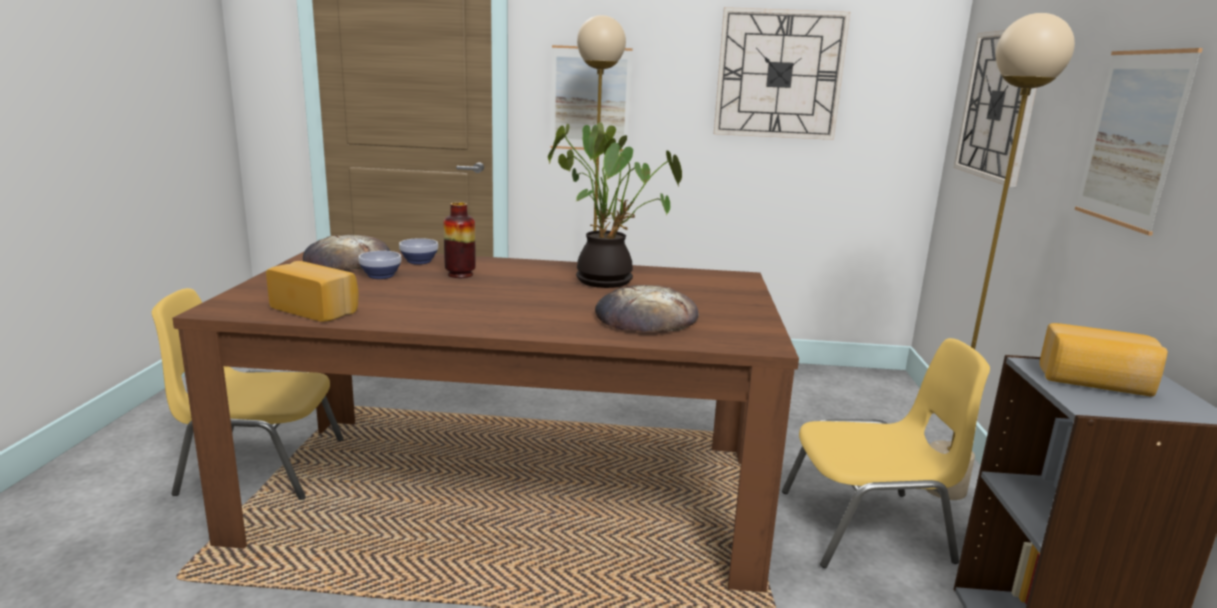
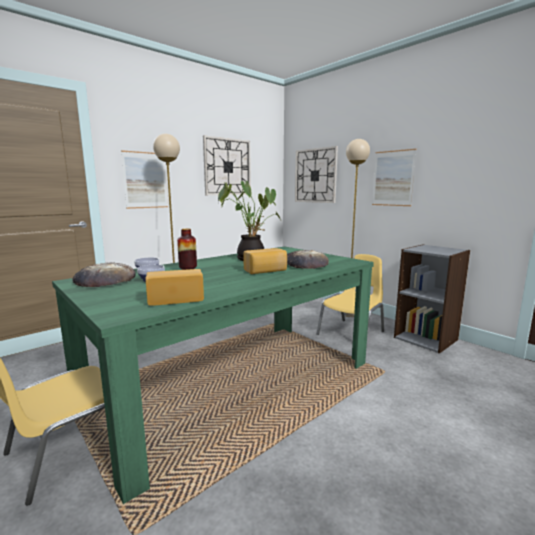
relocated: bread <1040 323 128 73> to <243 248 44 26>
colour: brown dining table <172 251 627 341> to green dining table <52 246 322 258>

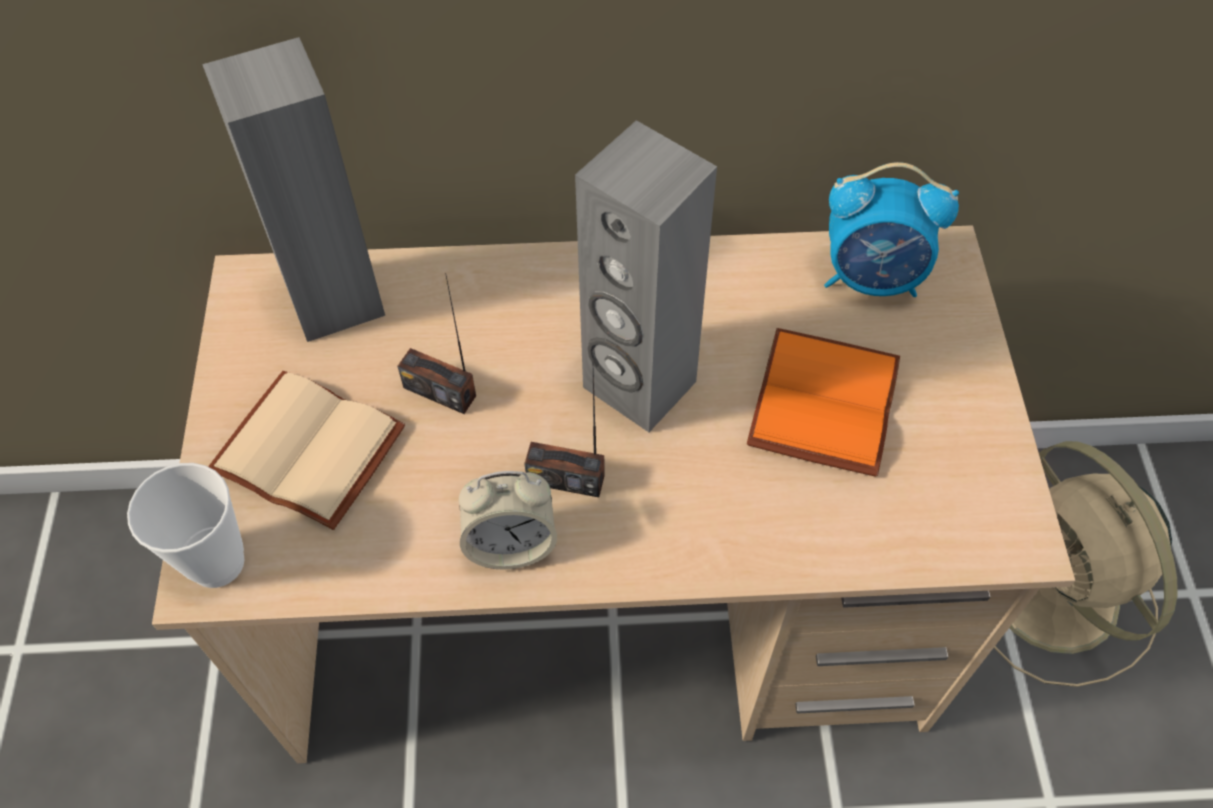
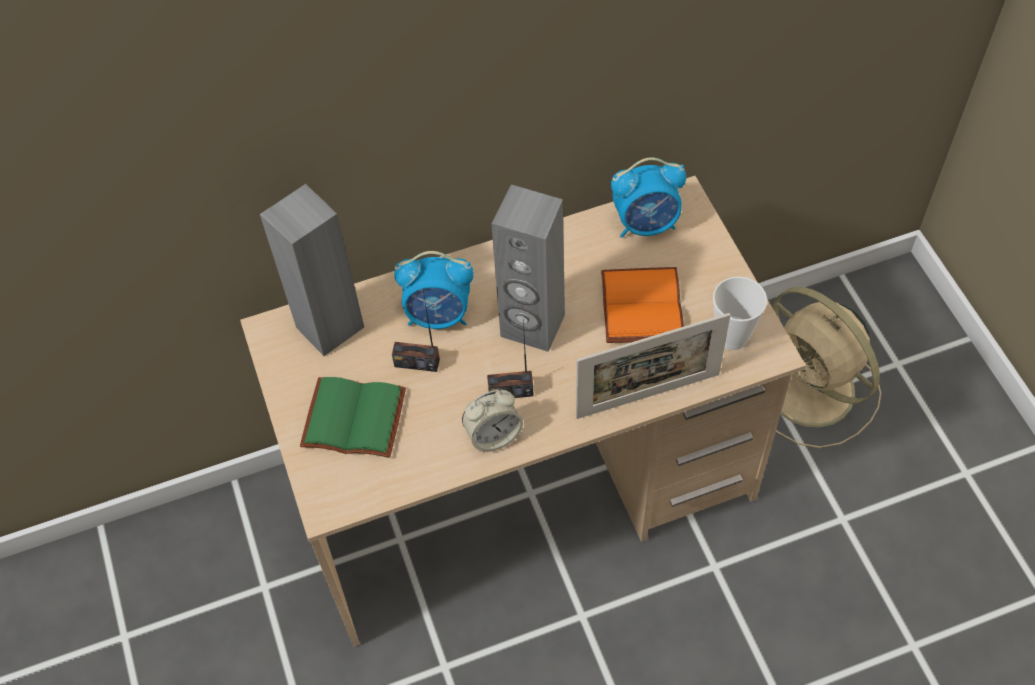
appeared: alarm clock <394 251 80 78>; picture frame <576 313 155 106>
relocated: cup <127 463 118 125> to <713 277 54 73>
colour: beige book <208 371 197 159> to green book <300 377 106 81>

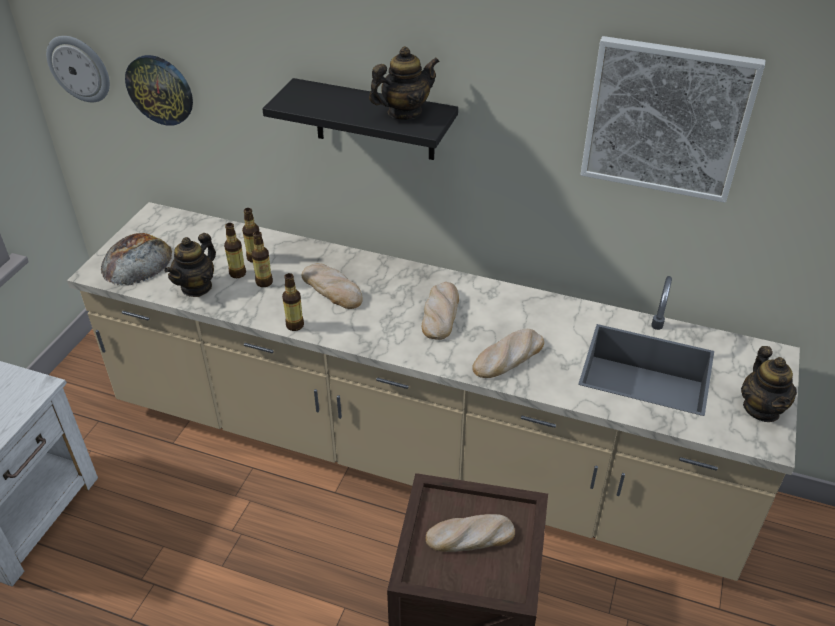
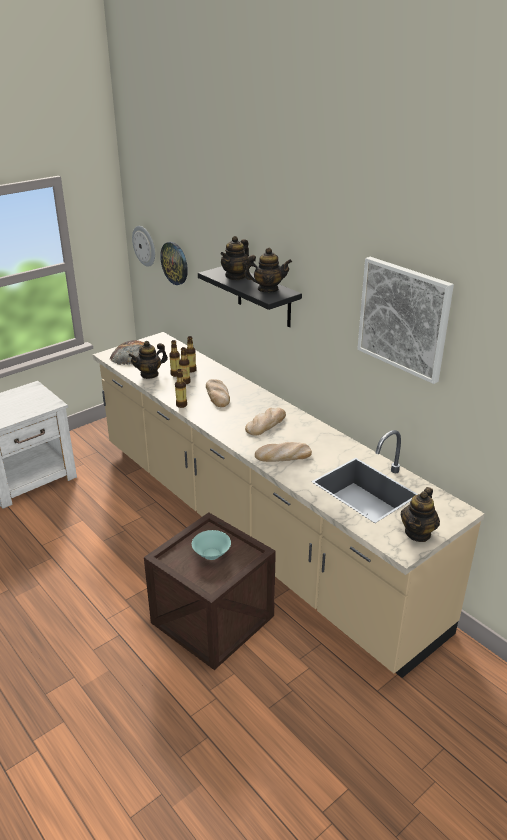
appeared: teapot <221 236 28 44>
exchanged: bread <426 514 89 38> to turquoise bowl <192 530 39 30>

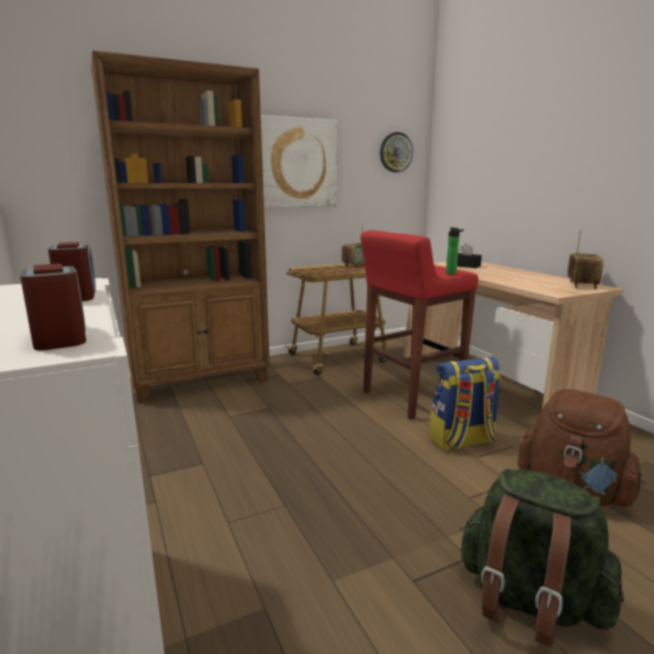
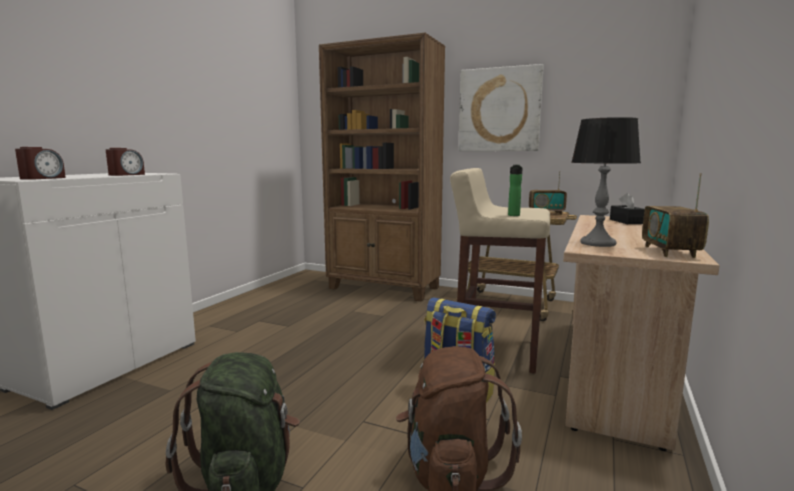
missing: wall clock <380 132 33 40>
appeared: table lamp <571 117 70 130>
colour: red stool <360 230 118 190> to beige stool <450 168 100 206>
spun: radio <567 229 37 60> = <642 173 67 85> 120 degrees clockwise

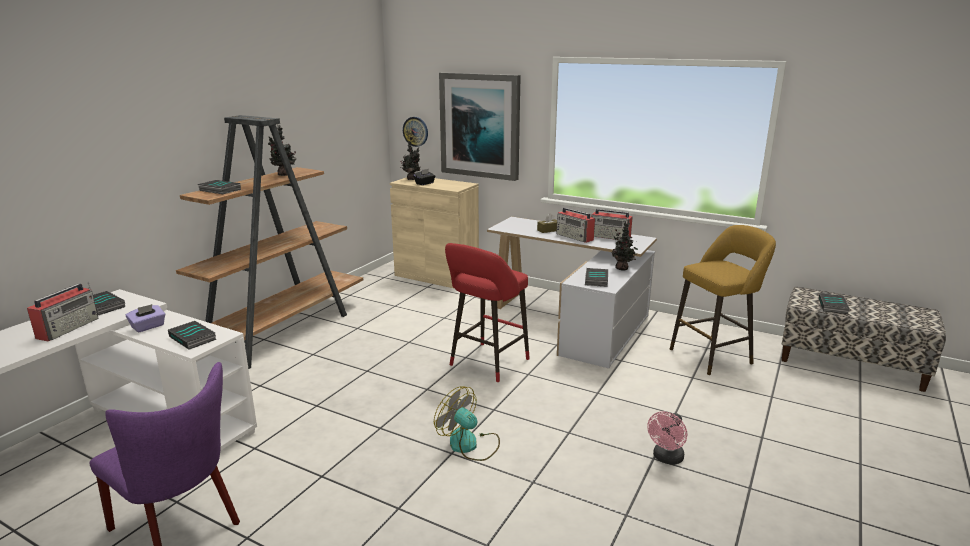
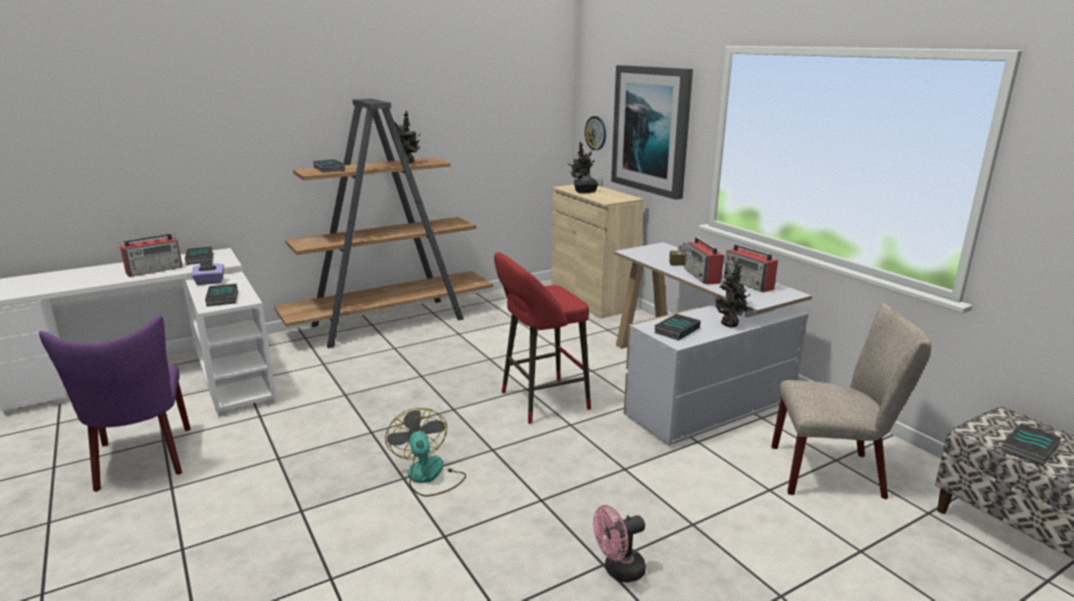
exchanged: yellow stool <670 225 106 150> to beige chair <771 303 160 197>

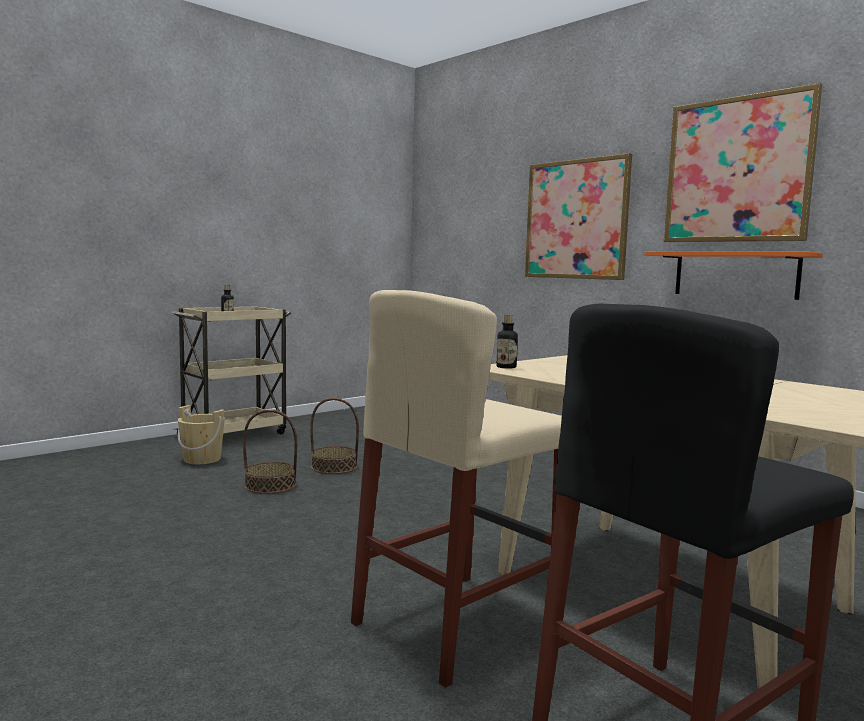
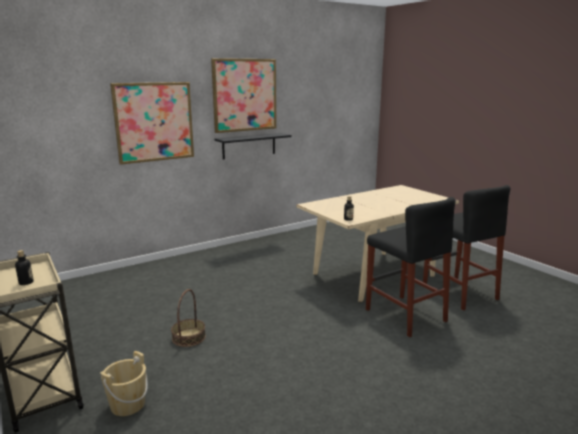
missing: basket <243 410 54 84>
colour: orange shelf <645 251 178 49> to black shelf <215 133 76 27>; beige stool <351 290 211 398> to black stool <366 197 90 140>

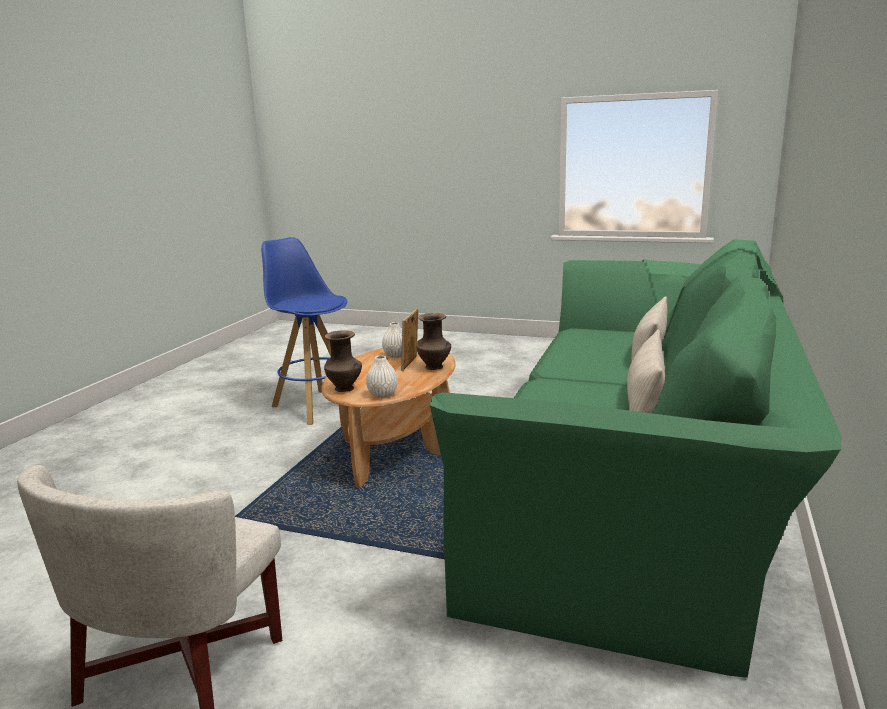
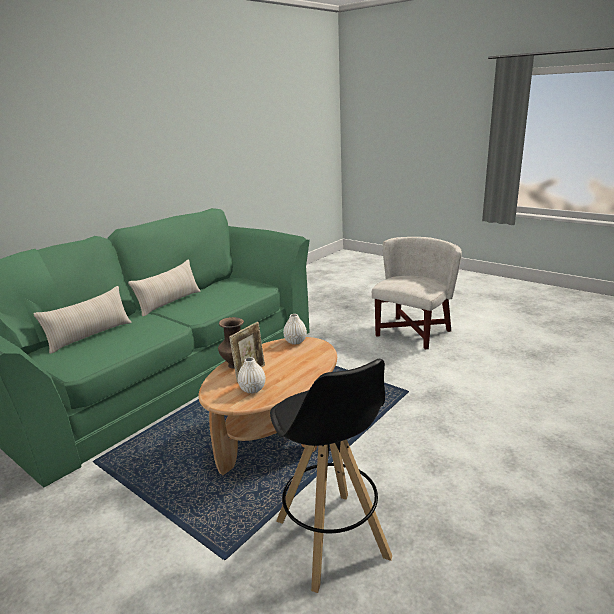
missing: brown vase <324 330 38 62>
colour: blue stool <261 237 100 188> to black stool <270 359 122 234>

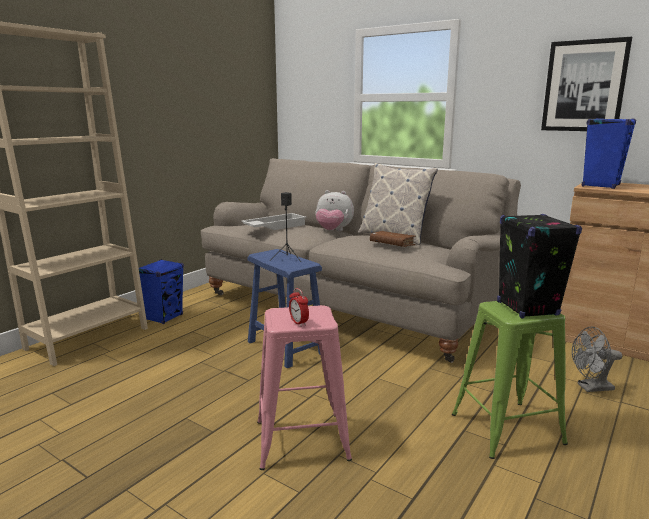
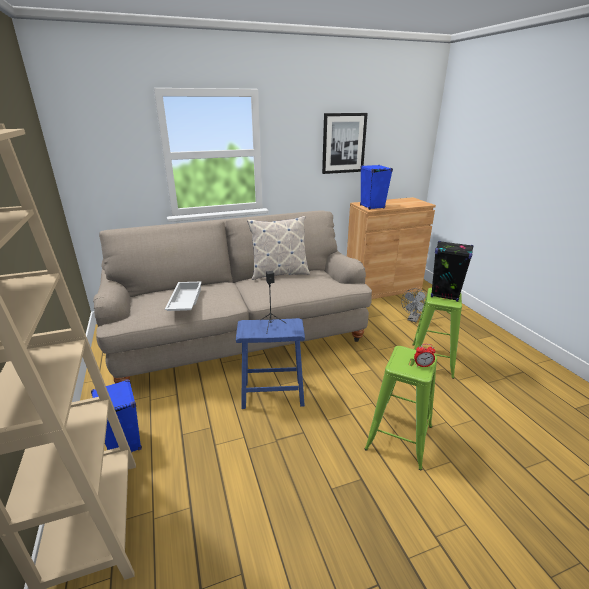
missing: plush toy <315 190 39 41>; brown book <370 231 46 16>
colour: pink stool <257 305 95 165> to green stool <364 346 73 125>

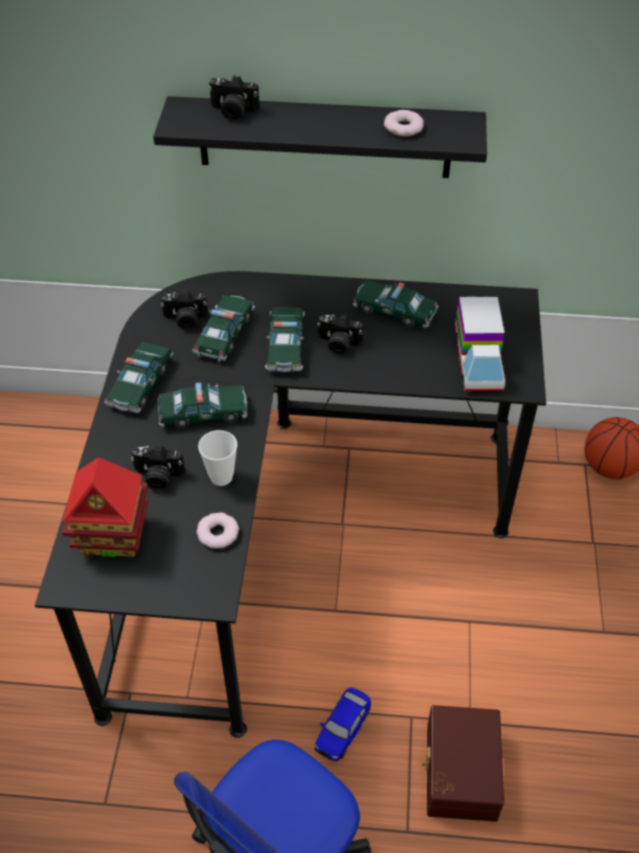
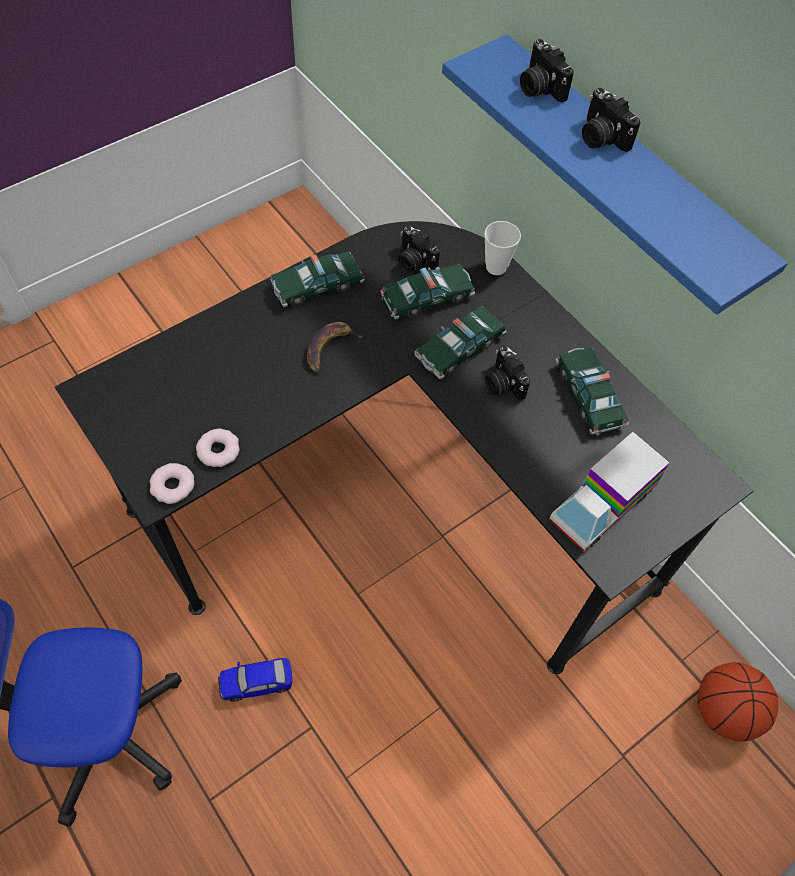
missing: toy house <62 458 86 100>; brown storage box <422 705 82 117>
relocated: donut <384 110 40 26> to <150 463 44 41>; cup <198 430 39 56> to <484 221 37 54>; photo camera <131 445 54 46> to <582 88 58 64>
exchanged: toy car <157 383 91 45> to banana <307 322 57 51>
colour: black shelf <153 96 334 82> to blue shelf <442 35 346 280>

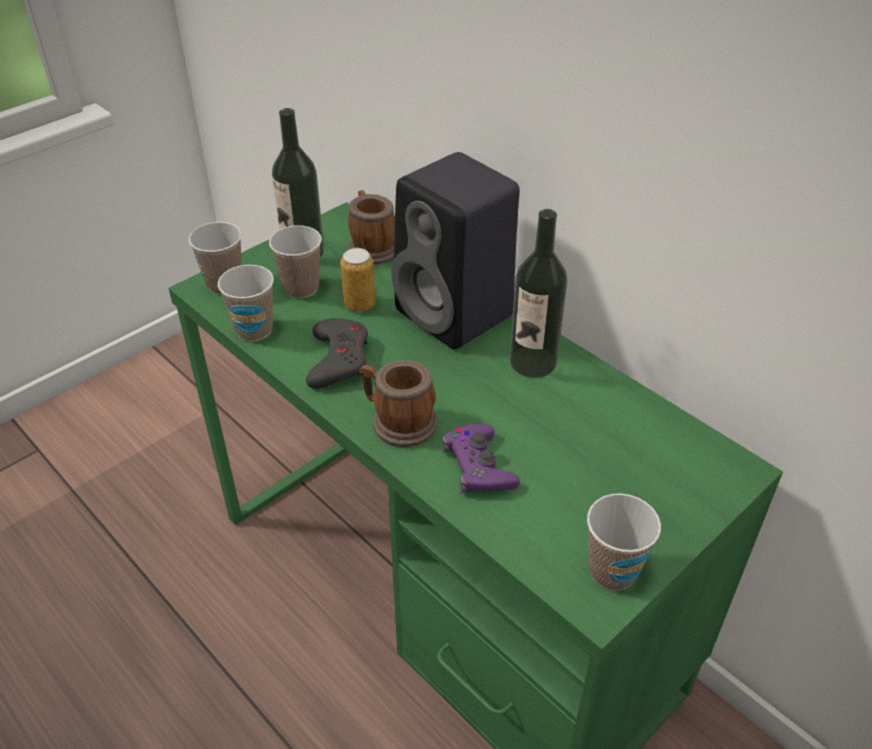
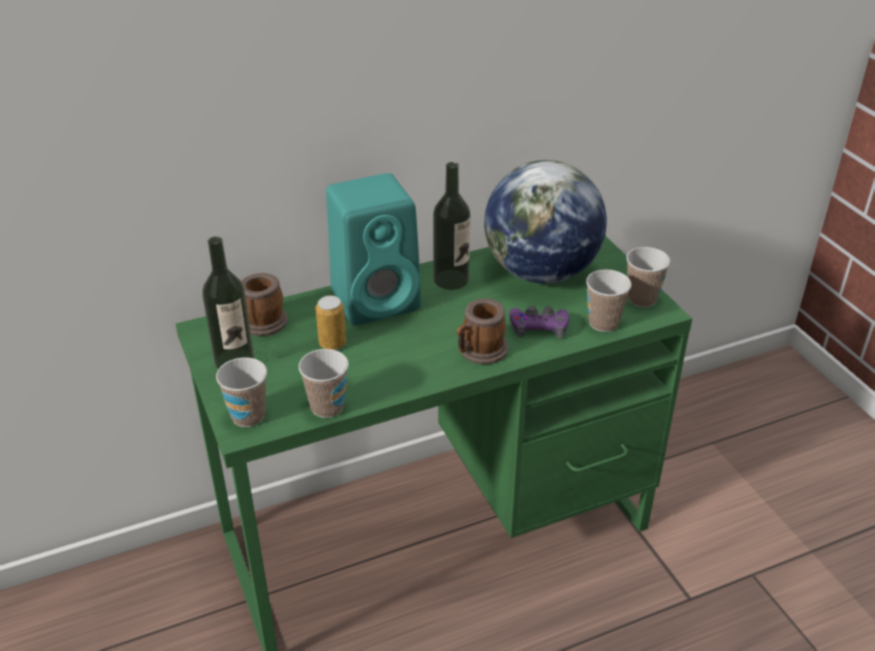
missing: grey game controller <306 318 62 71>
appeared: globe <484 160 123 124>
relocated: cup <269 225 53 74> to <586 269 46 63>
colour: black speaker <391 152 128 197> to turquoise speaker <326 173 95 152>

